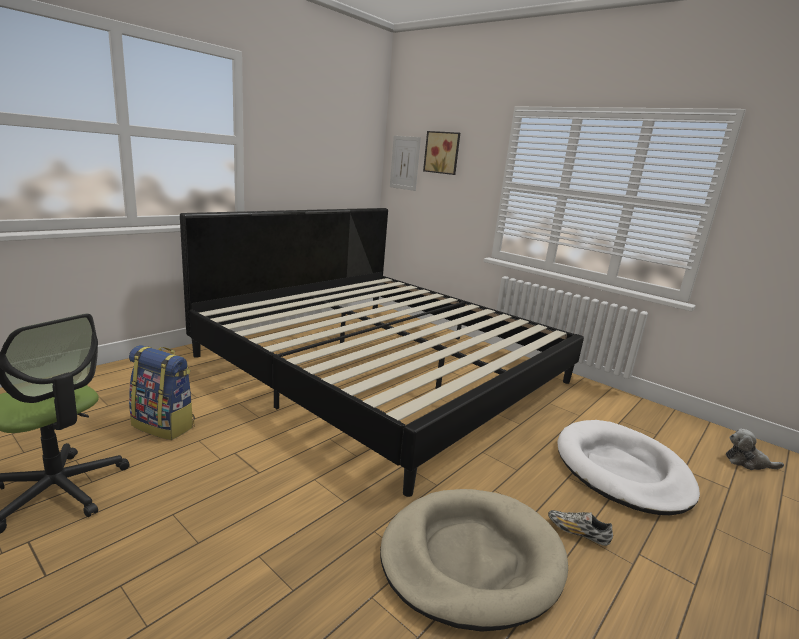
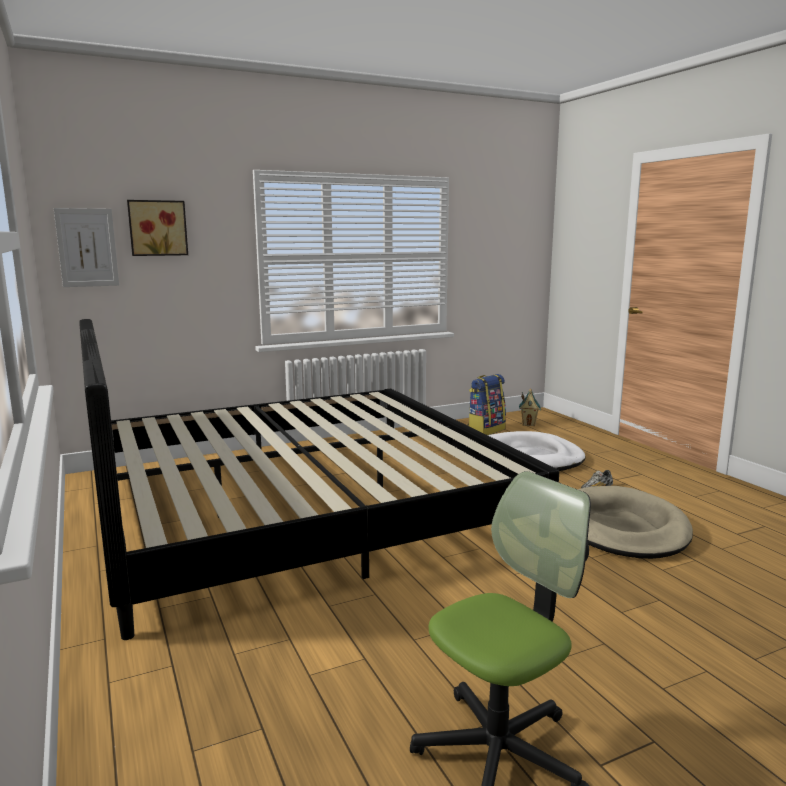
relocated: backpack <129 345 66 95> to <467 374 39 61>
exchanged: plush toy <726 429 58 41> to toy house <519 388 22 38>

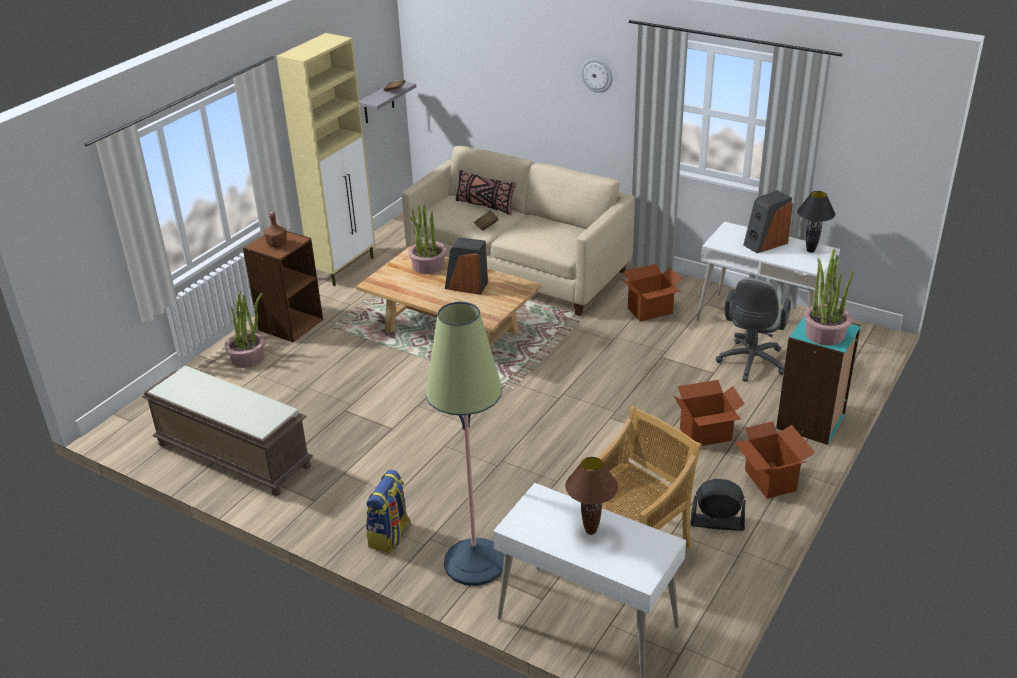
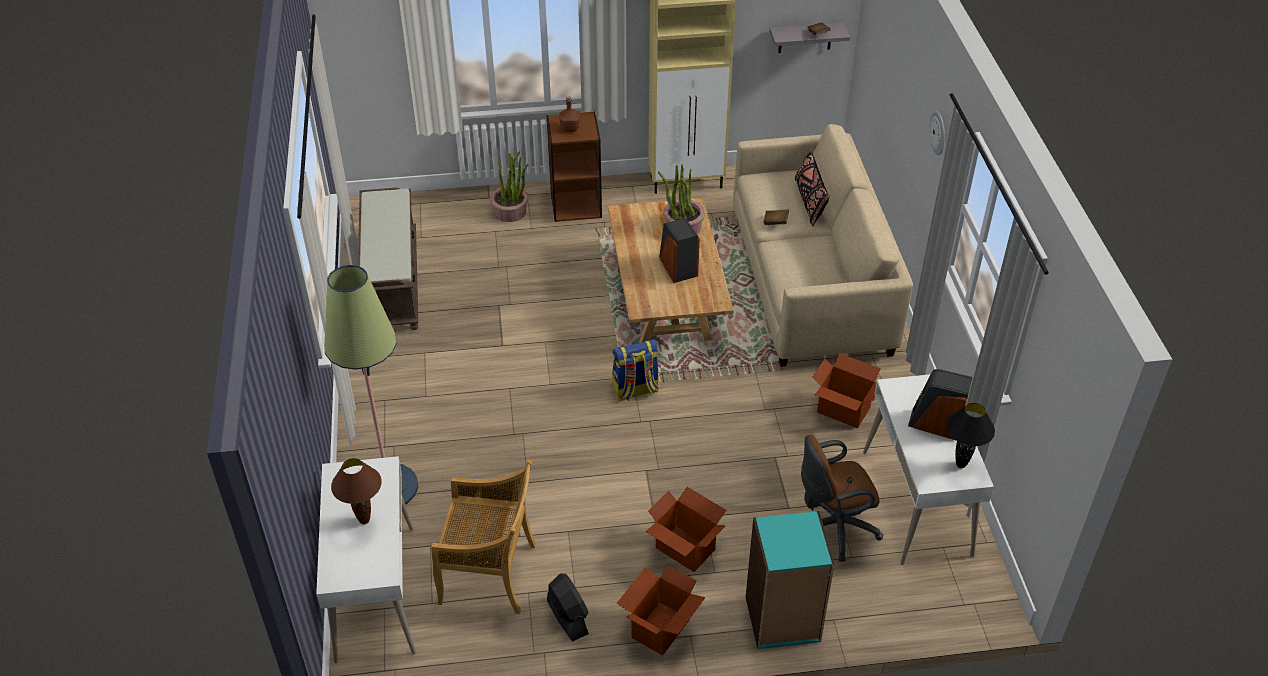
missing: potted plant <804 249 49 96>
relocated: backpack <366 470 45 83> to <612 339 47 62>
colour: grey office chair <716 278 75 104> to brown office chair <801 434 82 128>

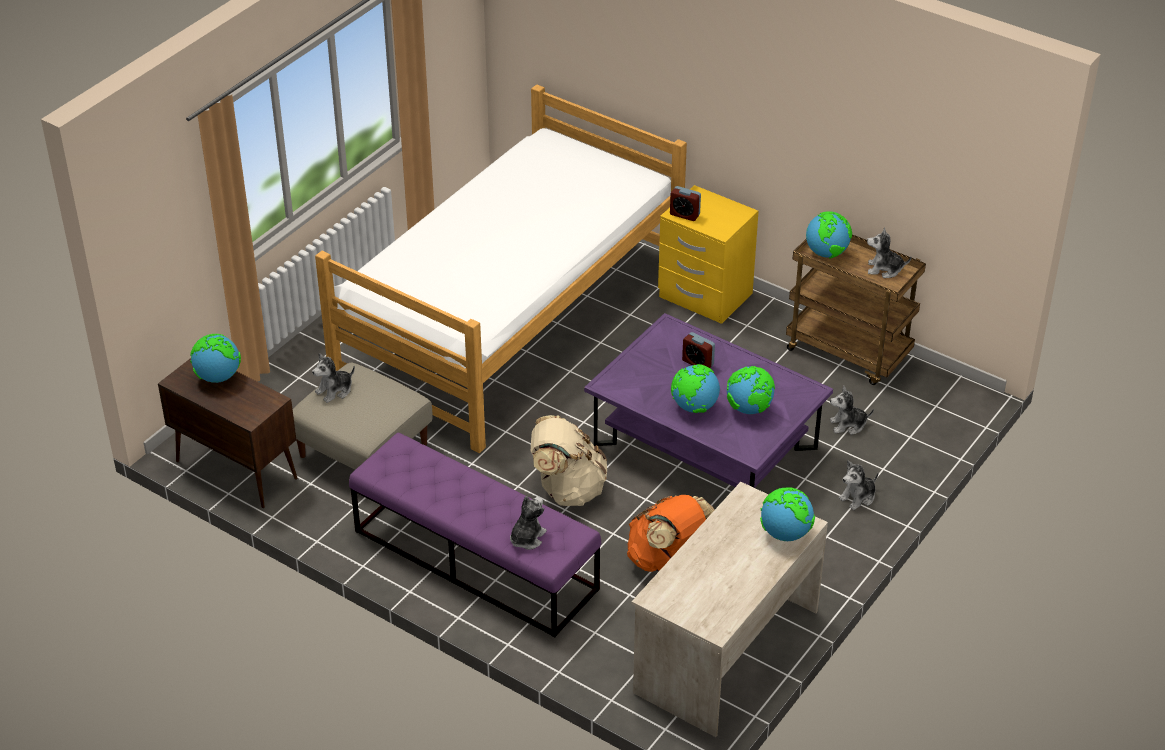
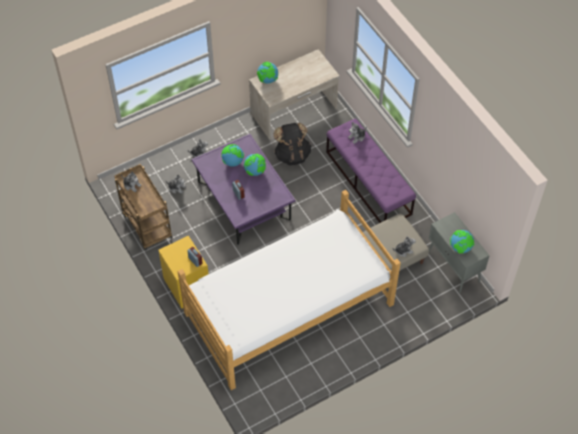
missing: beige backpack <531 415 76 91>; globe <806 211 46 48>
colour: orange backpack <627 495 88 77> to black backpack <274 123 37 42>; brown cabinet <158 358 140 150> to grey cabinet <429 212 61 81>

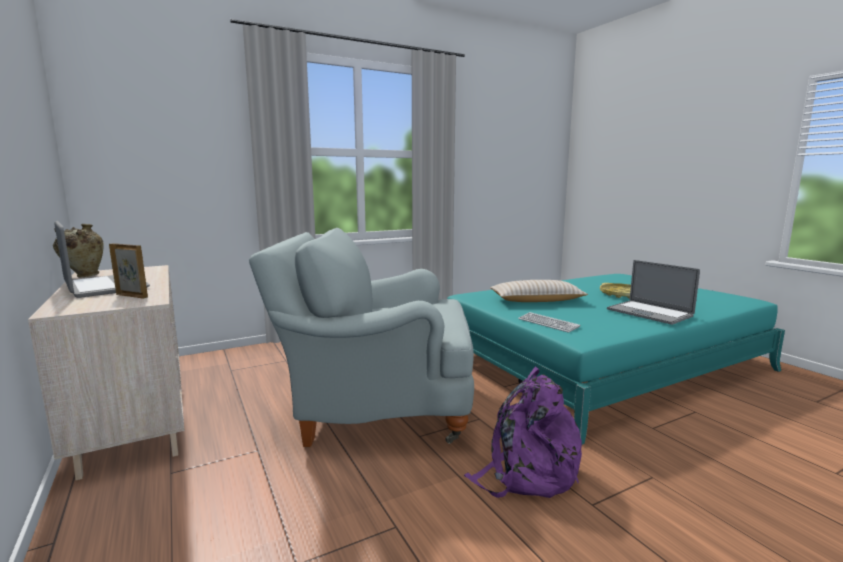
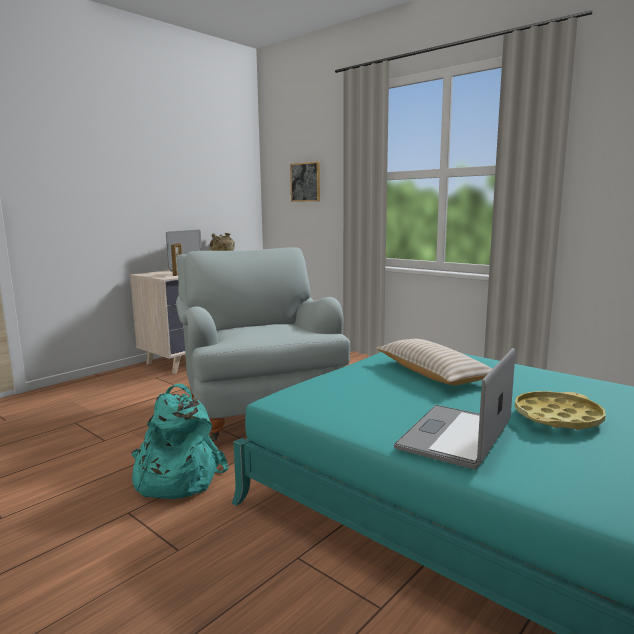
missing: keyboard <518 312 62 21>
appeared: picture <290 162 30 40>
colour: purple backpack <464 366 118 132> to turquoise backpack <132 384 97 115>

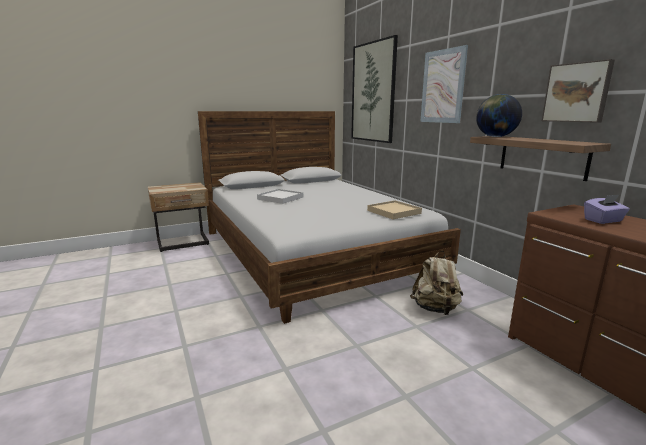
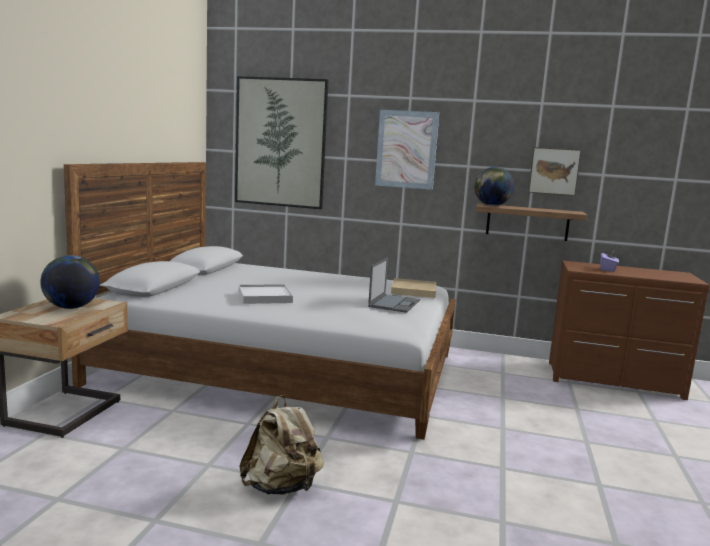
appeared: globe <40 255 60 54>; laptop <368 258 52 55>
relocated: beige backpack <410 251 53 64> to <239 395 85 100>

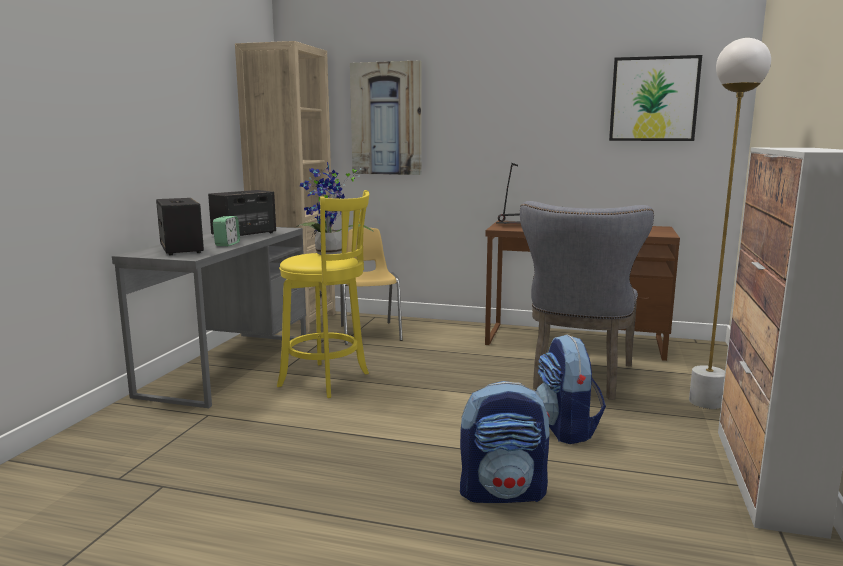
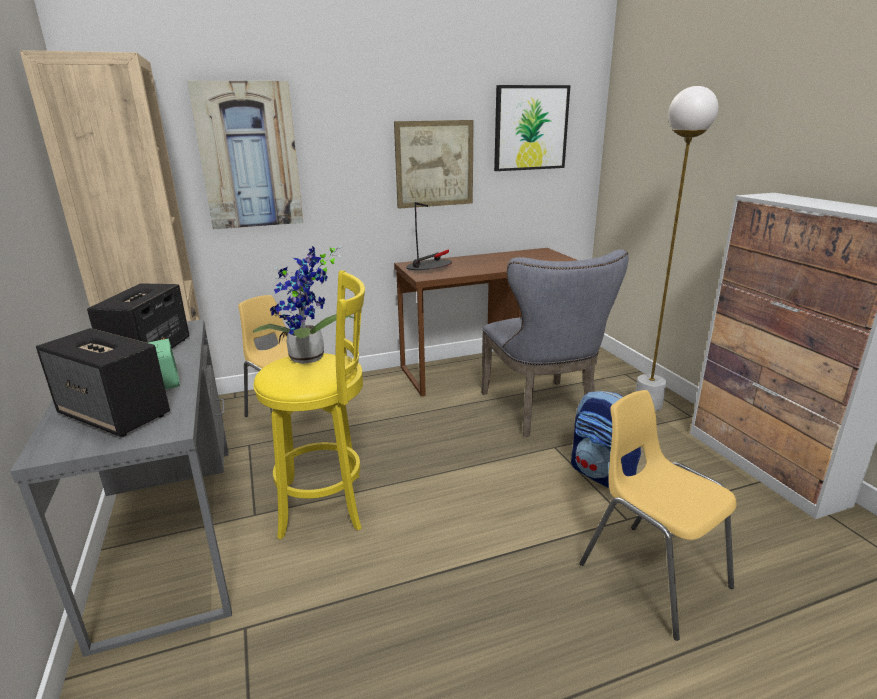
appeared: picture <394 120 80 89>
exchanged: backpack <460 381 90 122> to yellow chair <579 390 157 251>

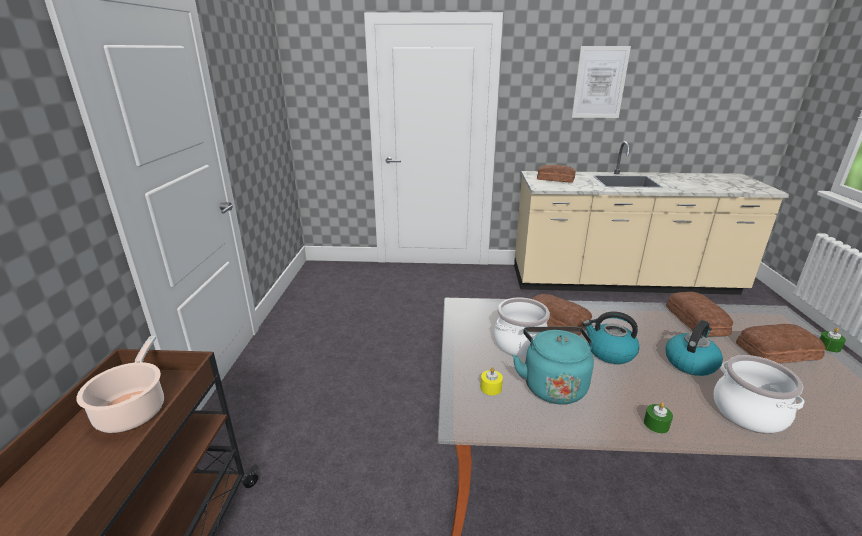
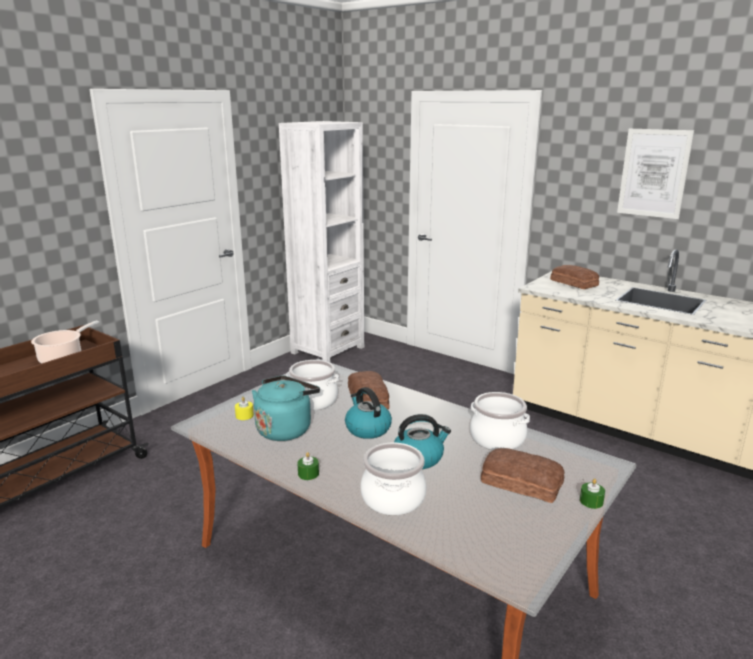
appeared: white bookcase <279 121 85 241>
exchanged: bread <666 292 67 45> to cooking pot <470 392 60 58>

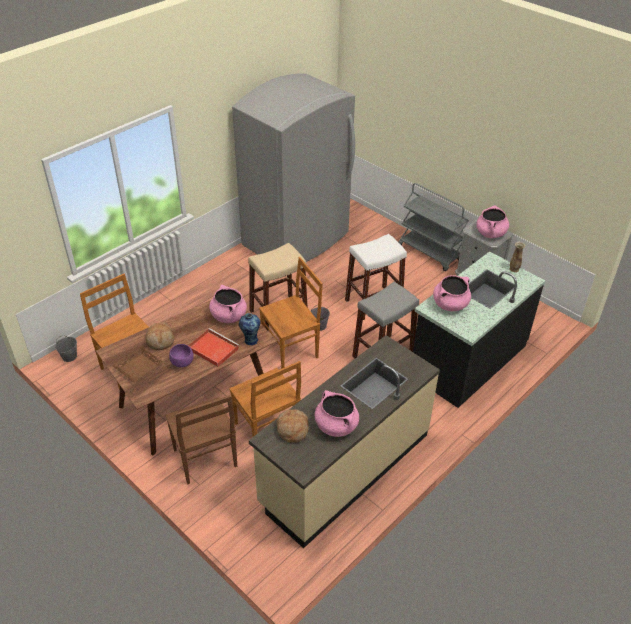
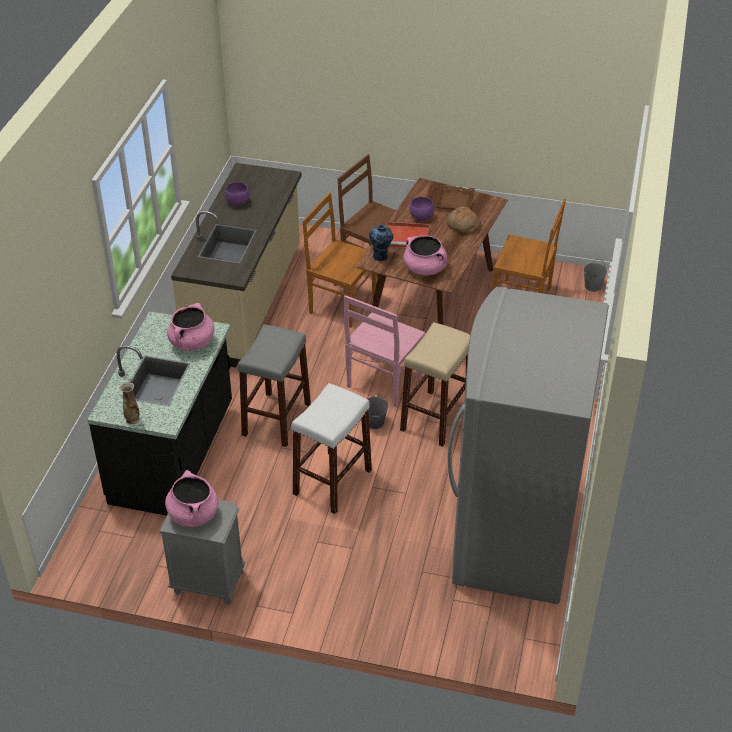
missing: bread <277 409 32 34>; grey cart <398 183 71 88>
exchanged: pink cooking pot <315 390 44 47> to purple bowl <225 182 25 24>
colour: brown chair <259 257 64 112> to pink chair <344 295 81 112>

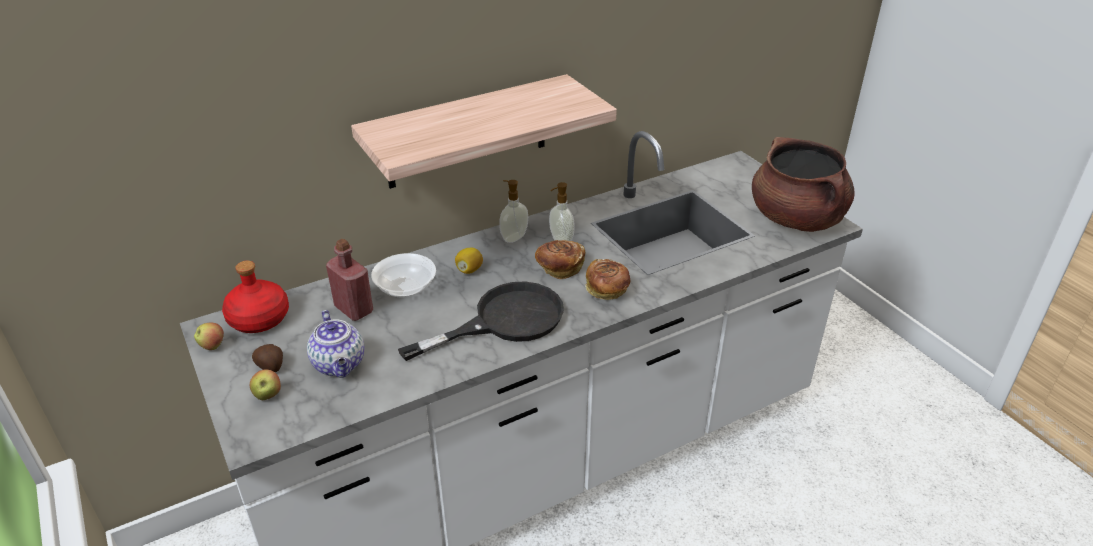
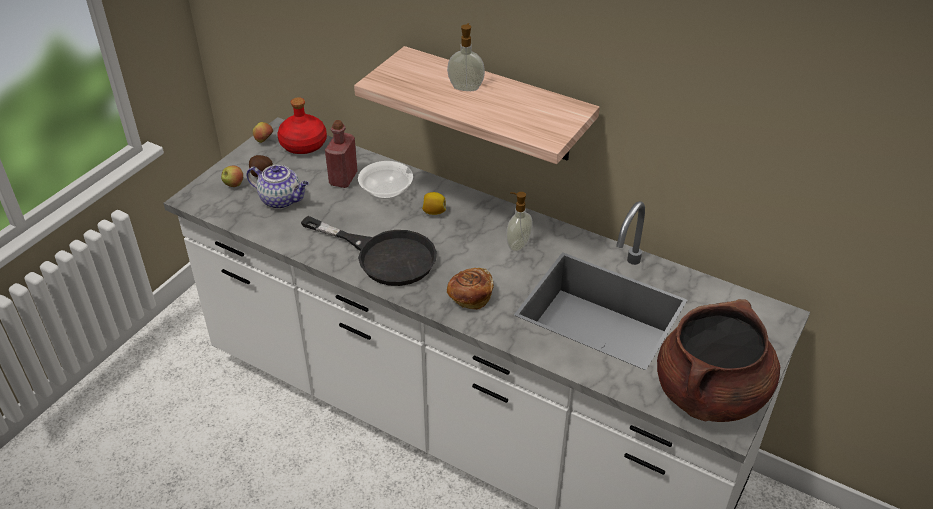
missing: bread <535 240 50 39>
relocated: soap dispenser <499 180 29 63> to <447 23 38 68>
spun: teapot <307 310 57 68> = <247 165 62 44> 105 degrees counterclockwise

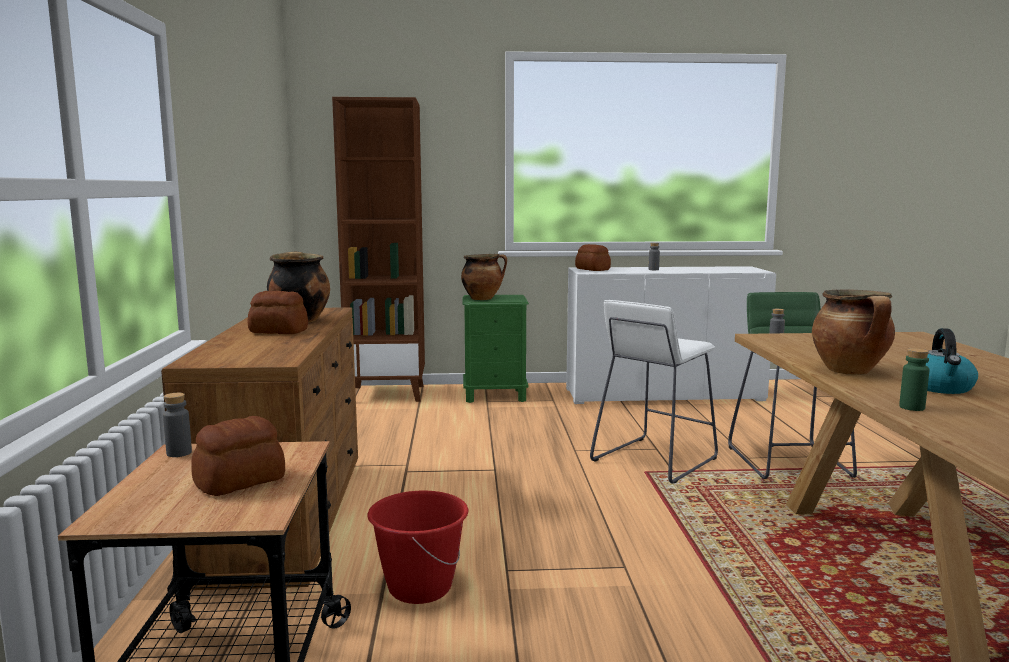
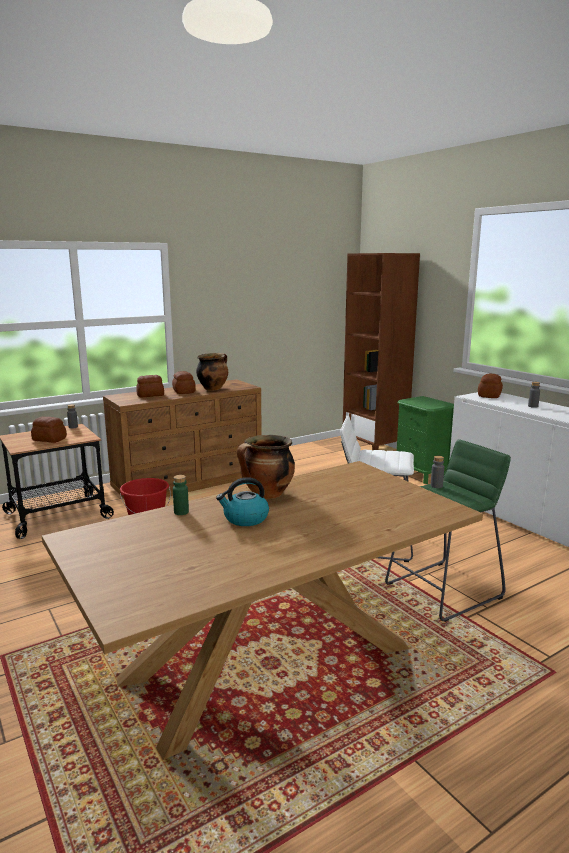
missing: cooking pot <461 254 46 46>
appeared: bread <136 375 28 23>

